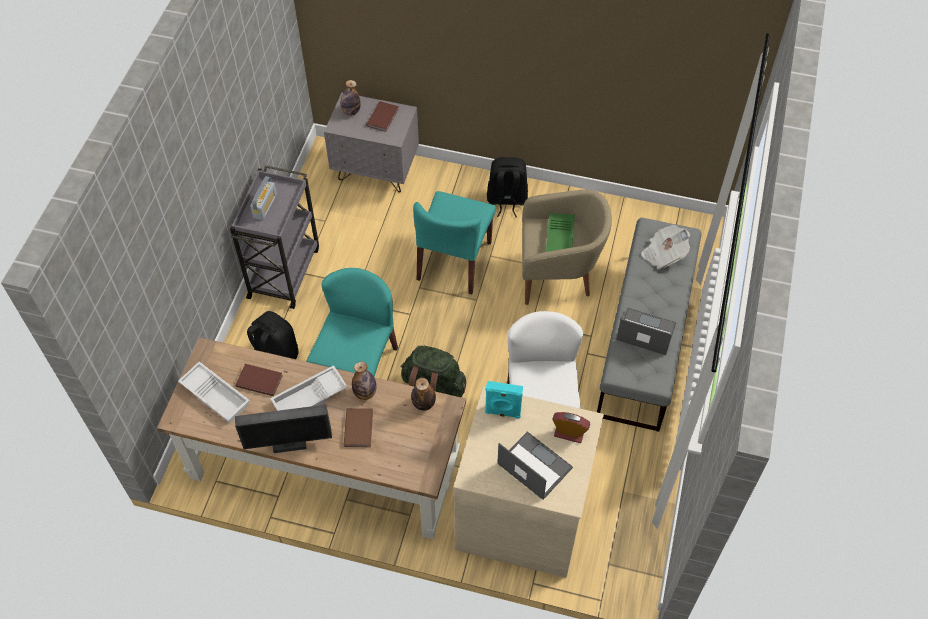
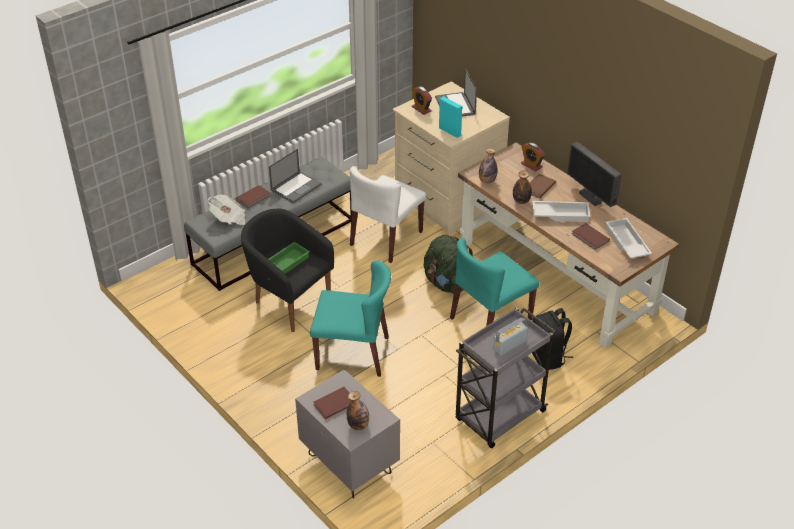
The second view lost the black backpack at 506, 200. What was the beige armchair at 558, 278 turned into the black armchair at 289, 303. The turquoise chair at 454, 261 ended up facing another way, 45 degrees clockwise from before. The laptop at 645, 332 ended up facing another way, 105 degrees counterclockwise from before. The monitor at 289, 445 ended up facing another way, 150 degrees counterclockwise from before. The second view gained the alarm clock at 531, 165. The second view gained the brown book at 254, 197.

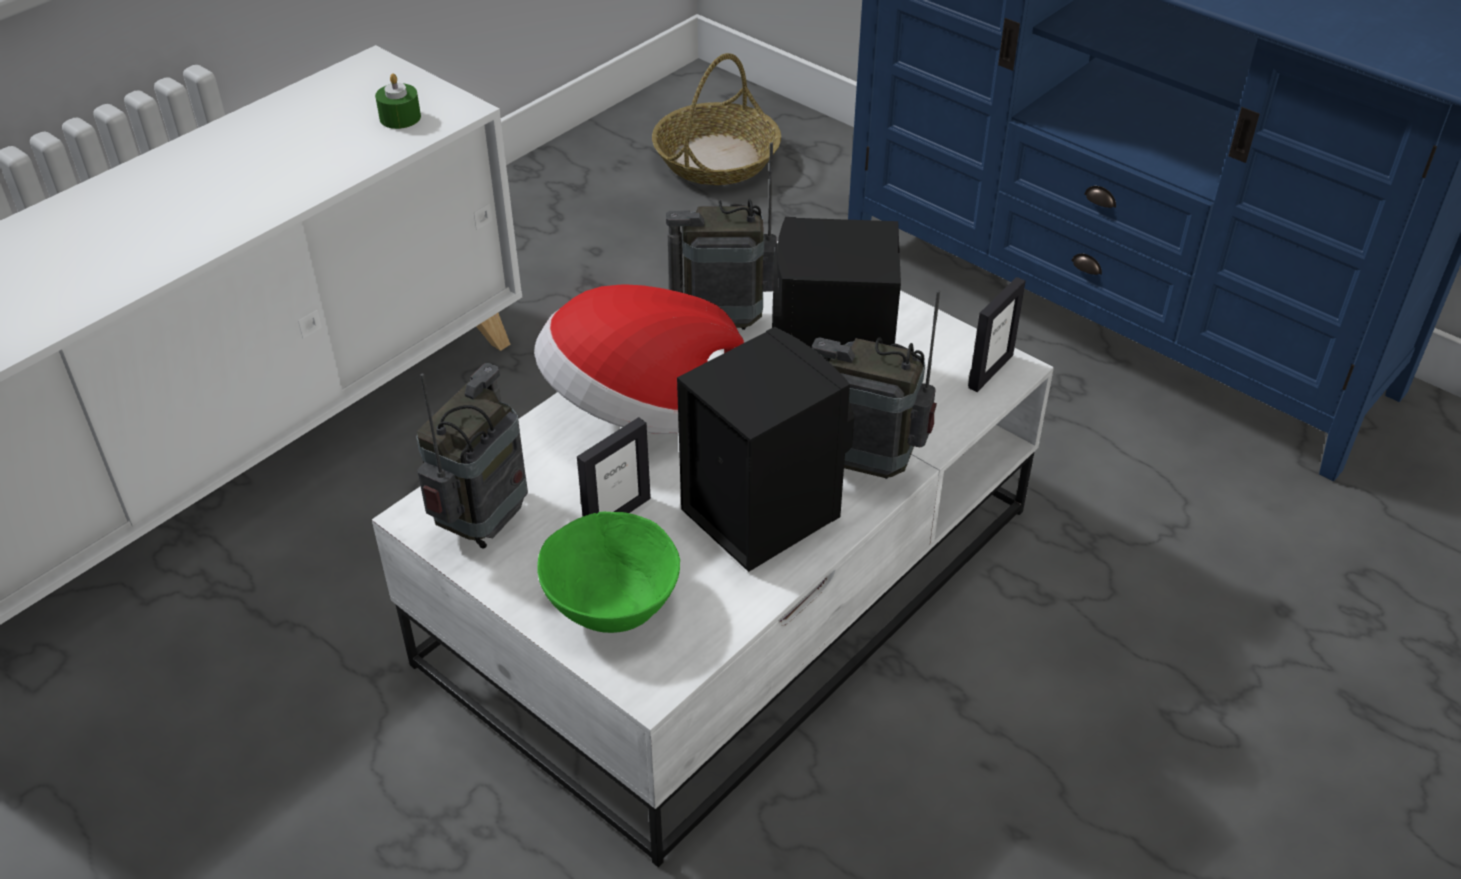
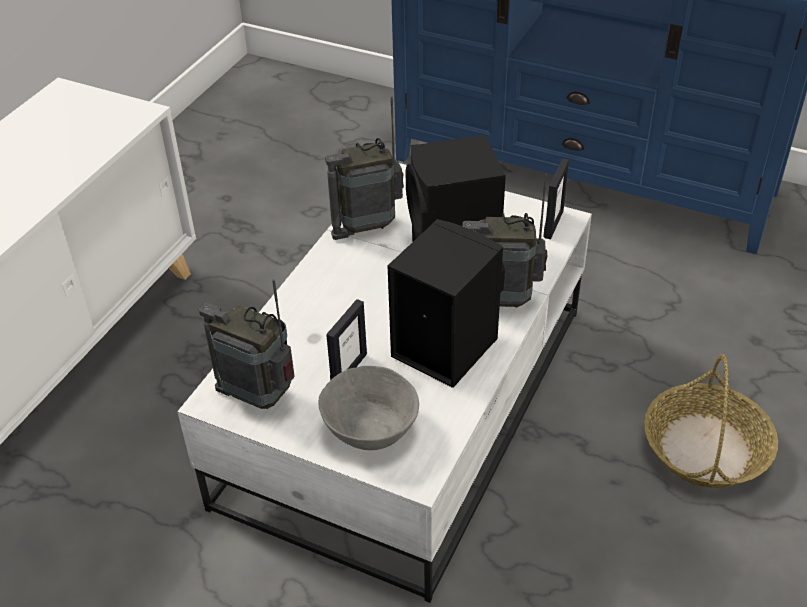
The basket ended up elsewhere, having gone from 716, 159 to 706, 449. The second view lost the green candle at 400, 117. The second view lost the hat at 637, 407. The radio at 483, 524 ended up facing another way, 75 degrees counterclockwise from before. What was the green bowl at 613, 603 turned into the grey bowl at 371, 429.

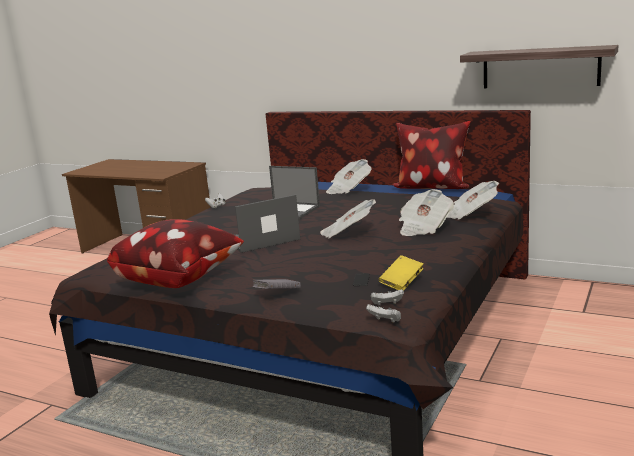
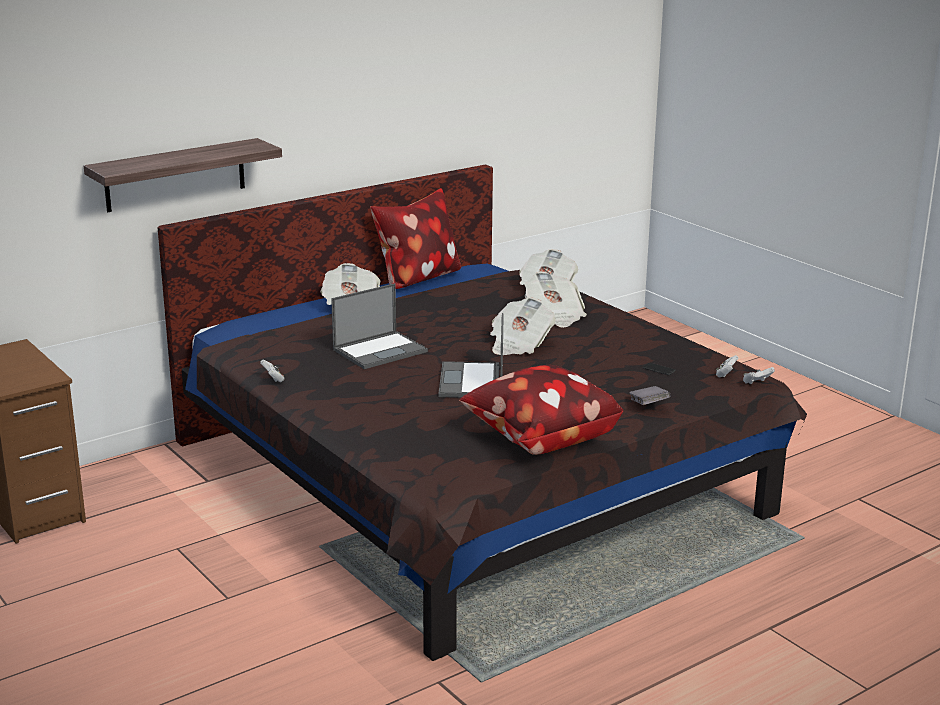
The shelf ended up elsewhere, having gone from 540, 67 to 175, 175. The second view lost the yellow book at 402, 283.

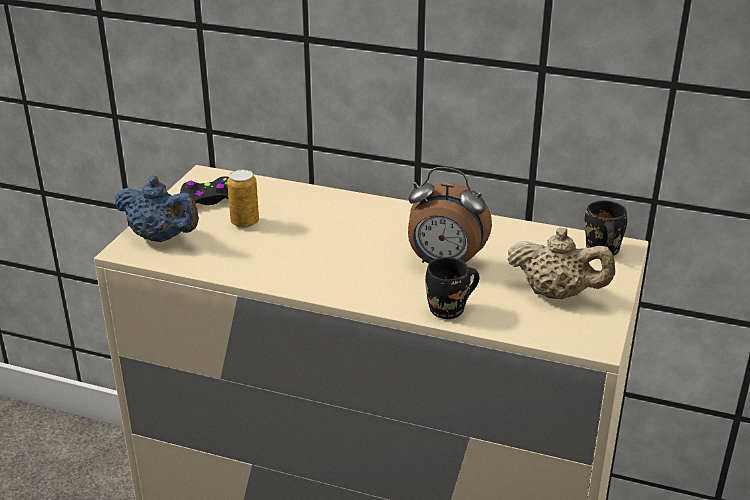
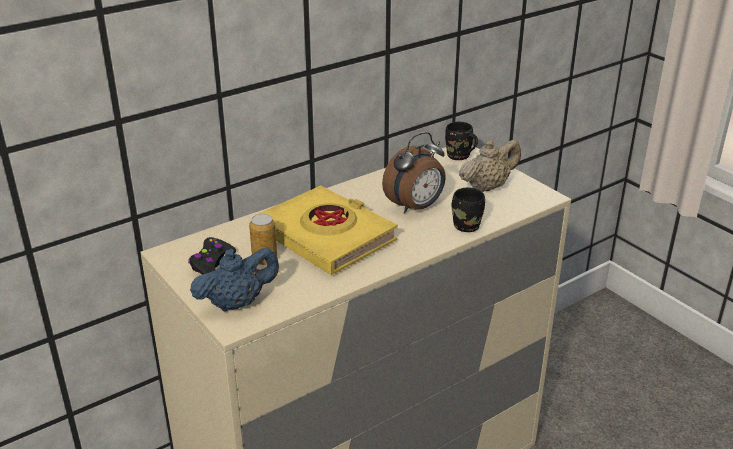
The second view gained the yellow book at 326, 236.

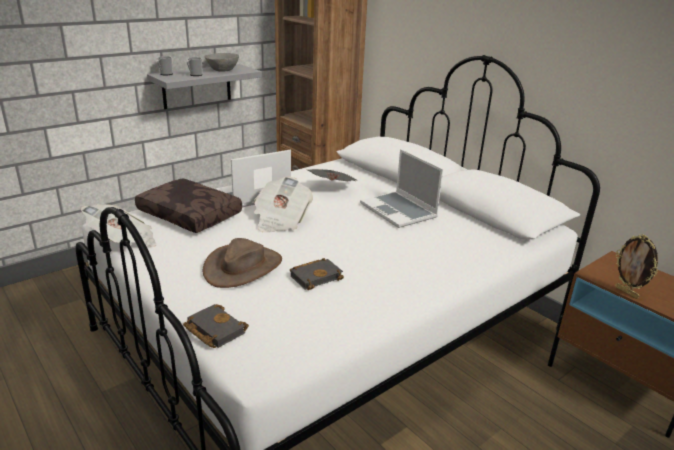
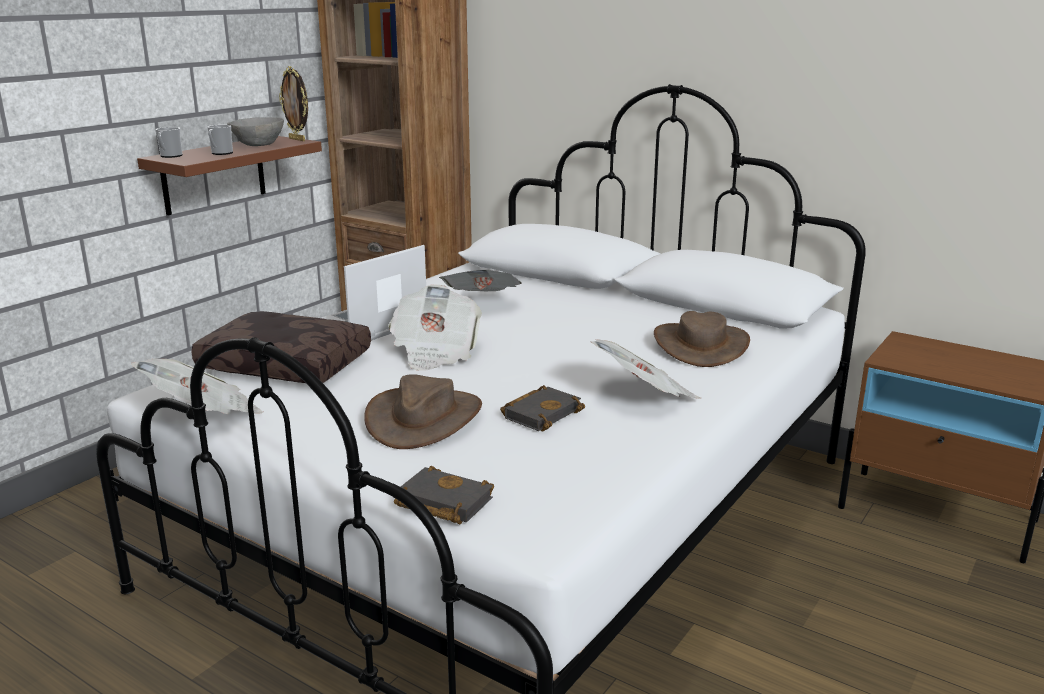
What was the grey shelf at 197, 86 turned into the brown shelf at 214, 175. The second view lost the laptop at 399, 211. The picture frame ended up elsewhere, having gone from 627, 292 to 298, 139. The second view gained the brown hat at 700, 345. The second view gained the newspaper at 644, 396.

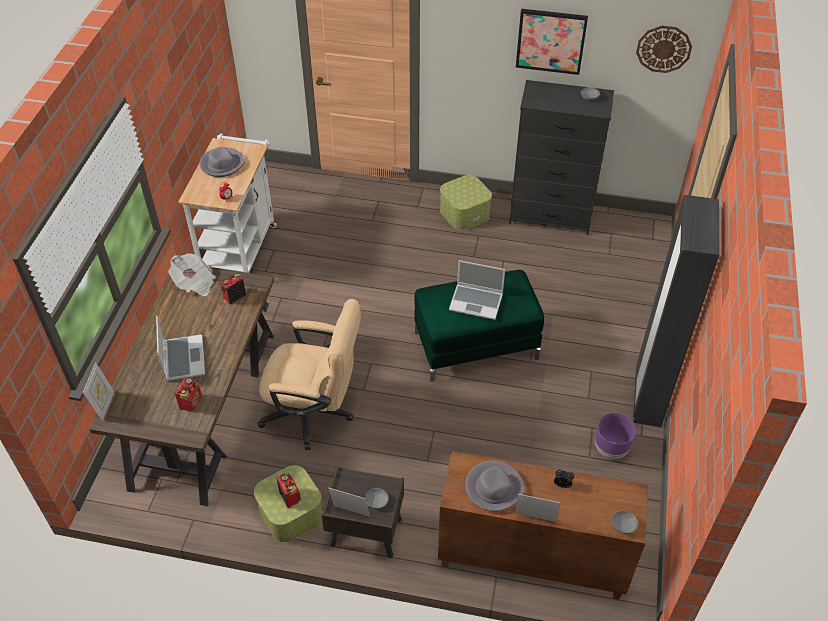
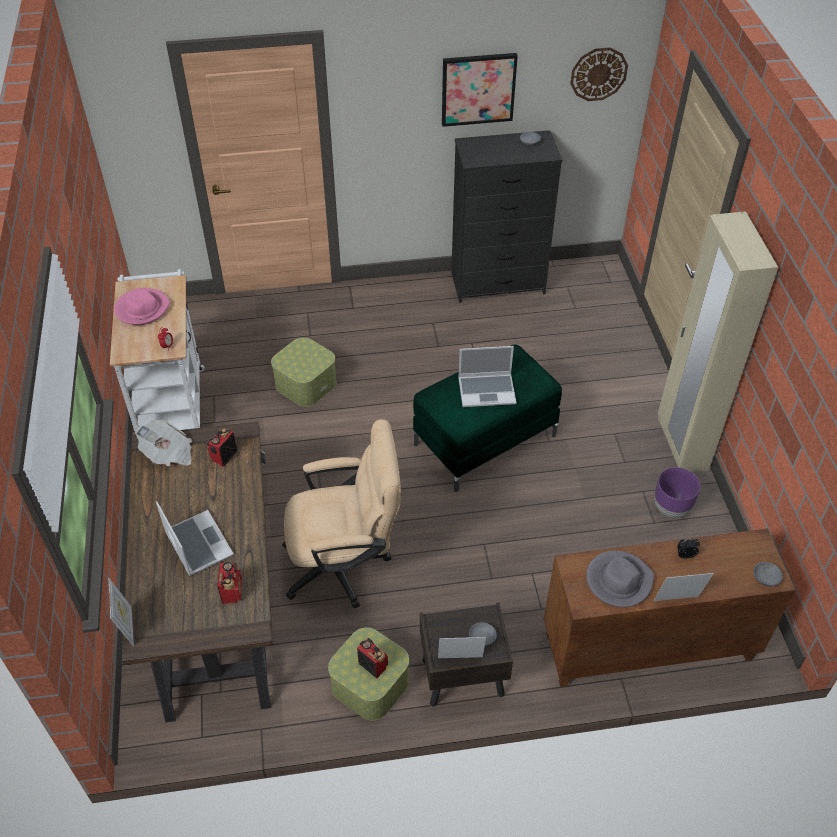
What was the grey hat at 222, 164 turned into the pink hat at 142, 309. The storage box ended up elsewhere, having gone from 464, 213 to 306, 383. What was the black wardrobe at 647, 397 turned into the beige wardrobe at 681, 444.

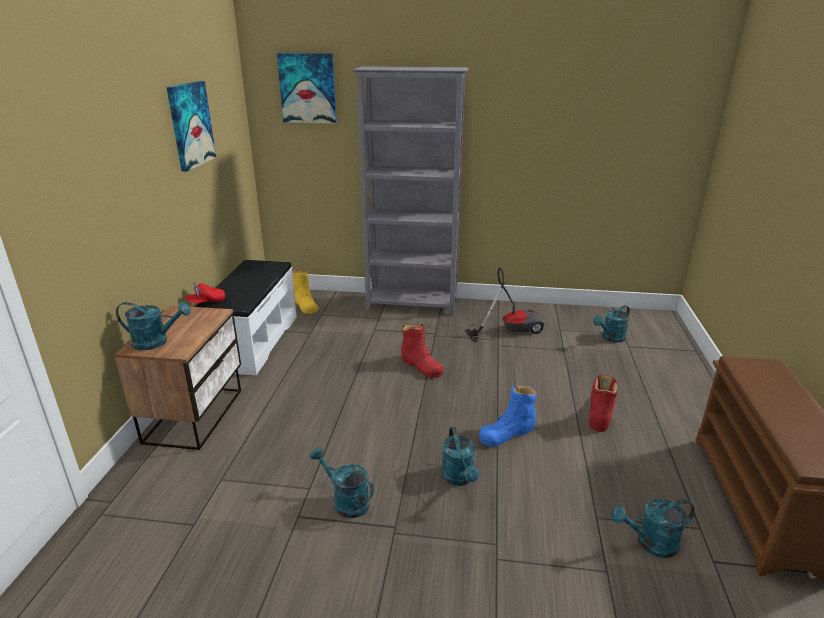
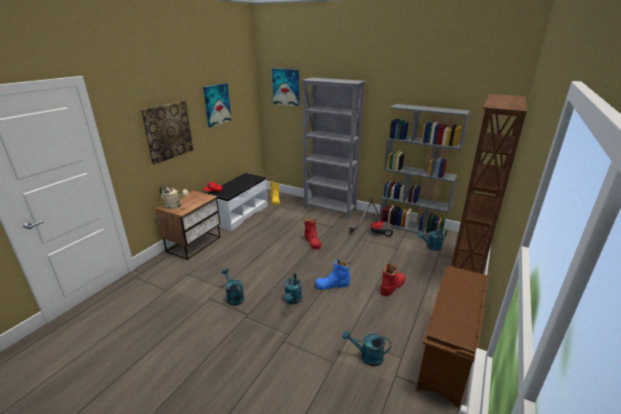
What was the turquoise watering can at 156, 342 turned into the beige watering can at 175, 206. The second view gained the brown bookcase at 465, 269. The second view gained the picture at 168, 131. The second view gained the grey bookcase at 412, 227.

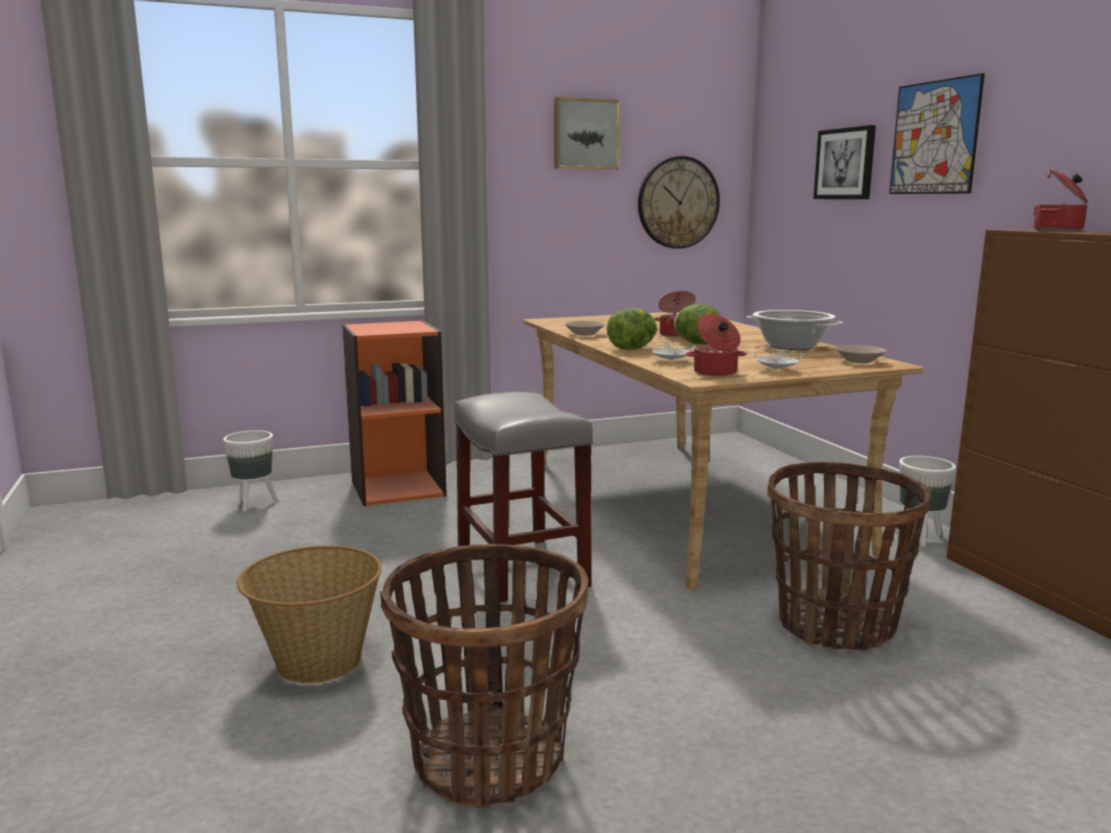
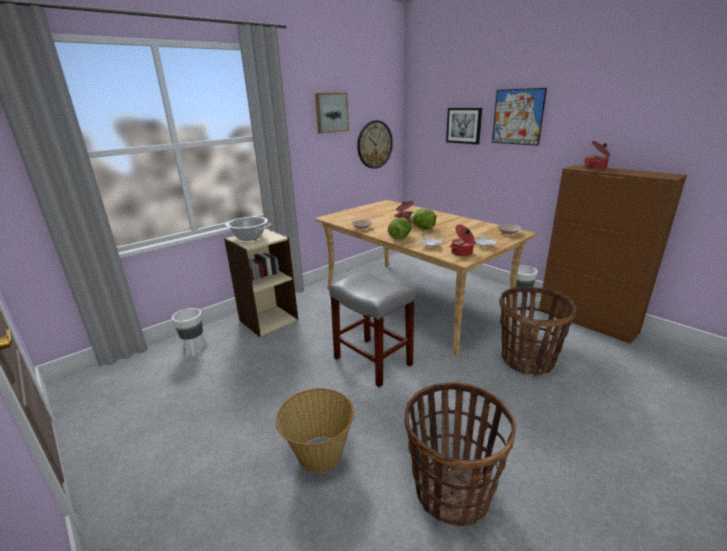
The cooking pot ended up elsewhere, having gone from 792, 346 to 249, 237. What was the orange bookcase at 397, 488 turned into the beige bookcase at 268, 320.

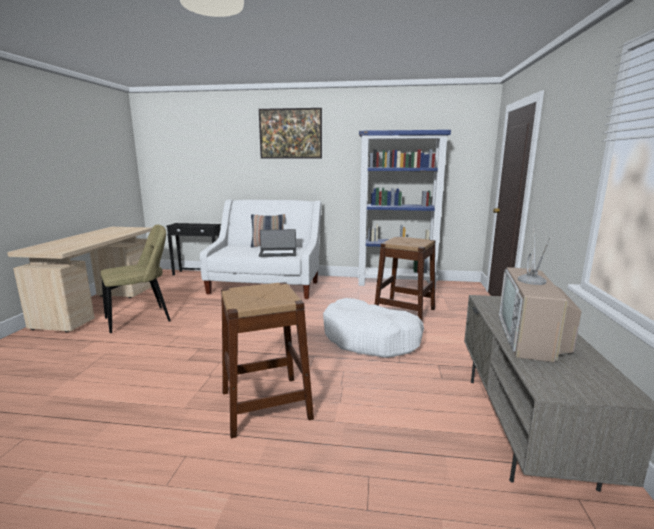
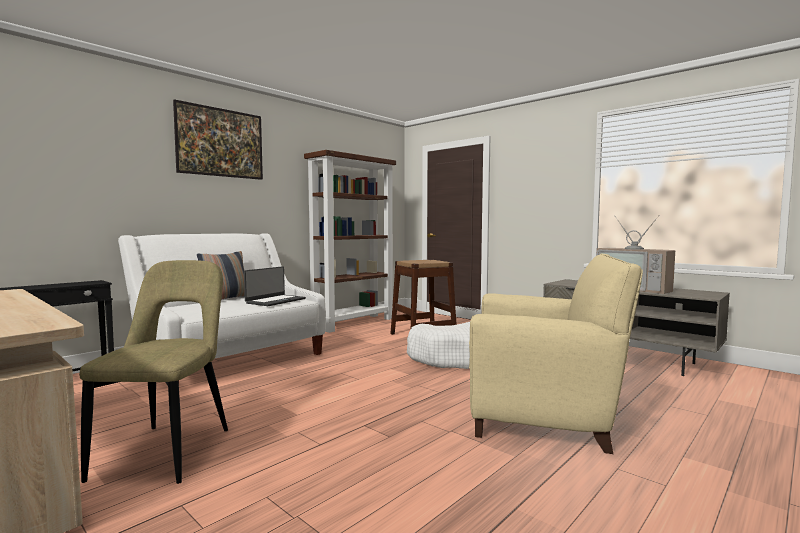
What was the blue bookcase at 396, 283 turned into the brown bookcase at 353, 323. Where the brown stool stood at 265, 404, the beige armchair came to stand at 543, 417.

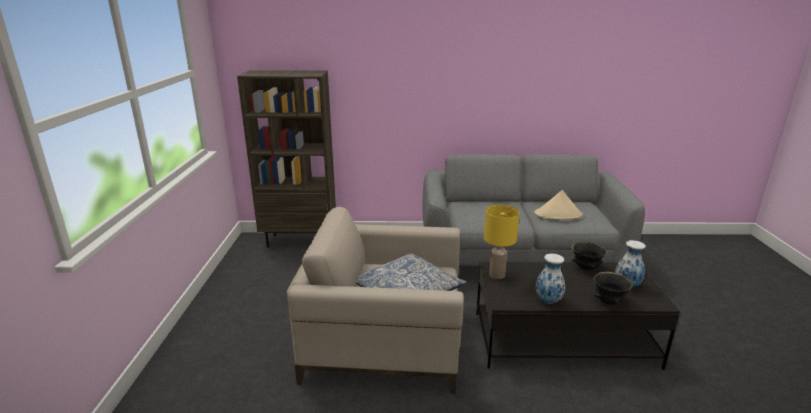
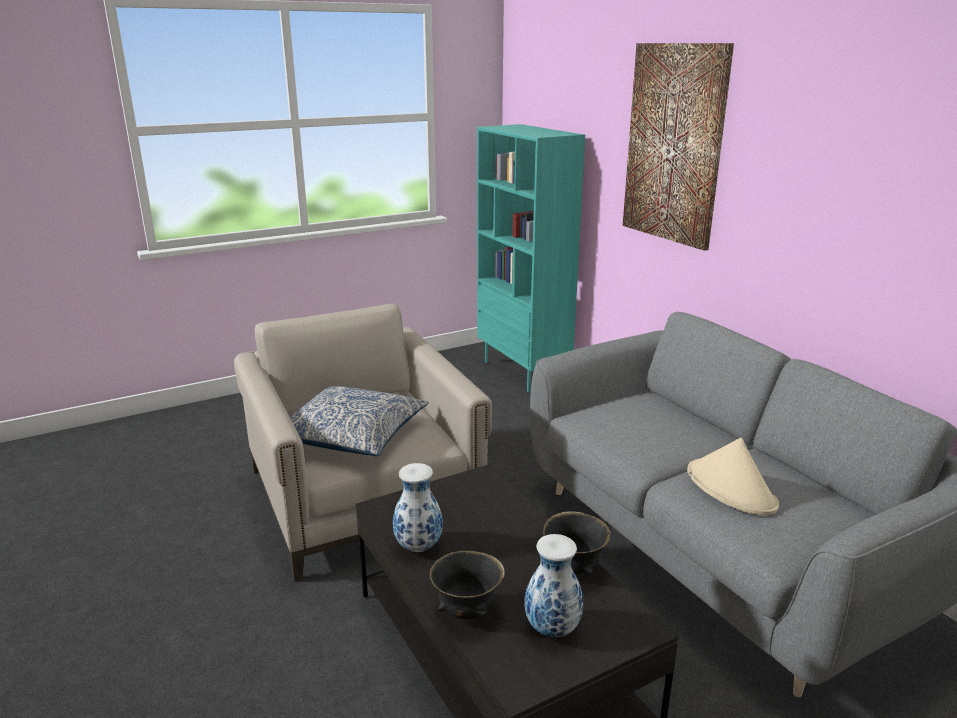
What was the brown bookcase at 300, 240 turned into the turquoise bookcase at 523, 372. The second view lost the yellow table lamp at 497, 275. The second view gained the picture at 674, 144.

